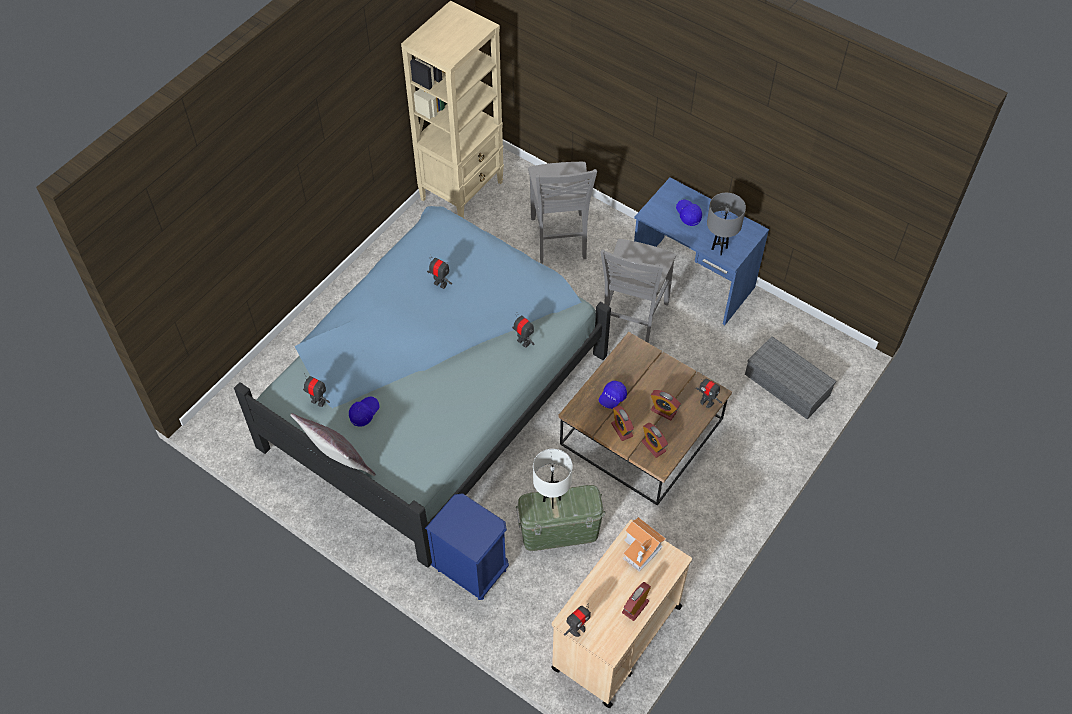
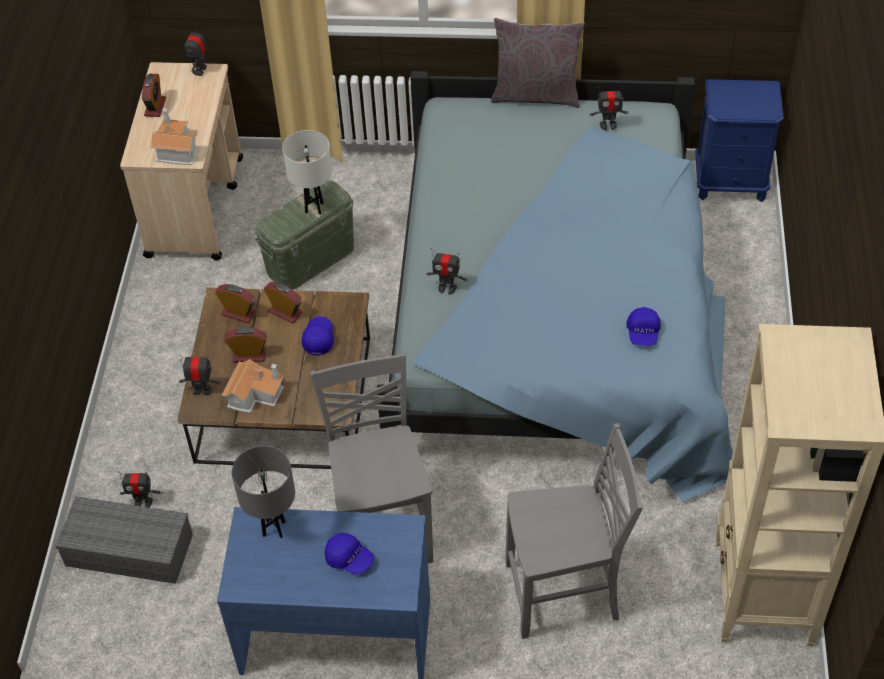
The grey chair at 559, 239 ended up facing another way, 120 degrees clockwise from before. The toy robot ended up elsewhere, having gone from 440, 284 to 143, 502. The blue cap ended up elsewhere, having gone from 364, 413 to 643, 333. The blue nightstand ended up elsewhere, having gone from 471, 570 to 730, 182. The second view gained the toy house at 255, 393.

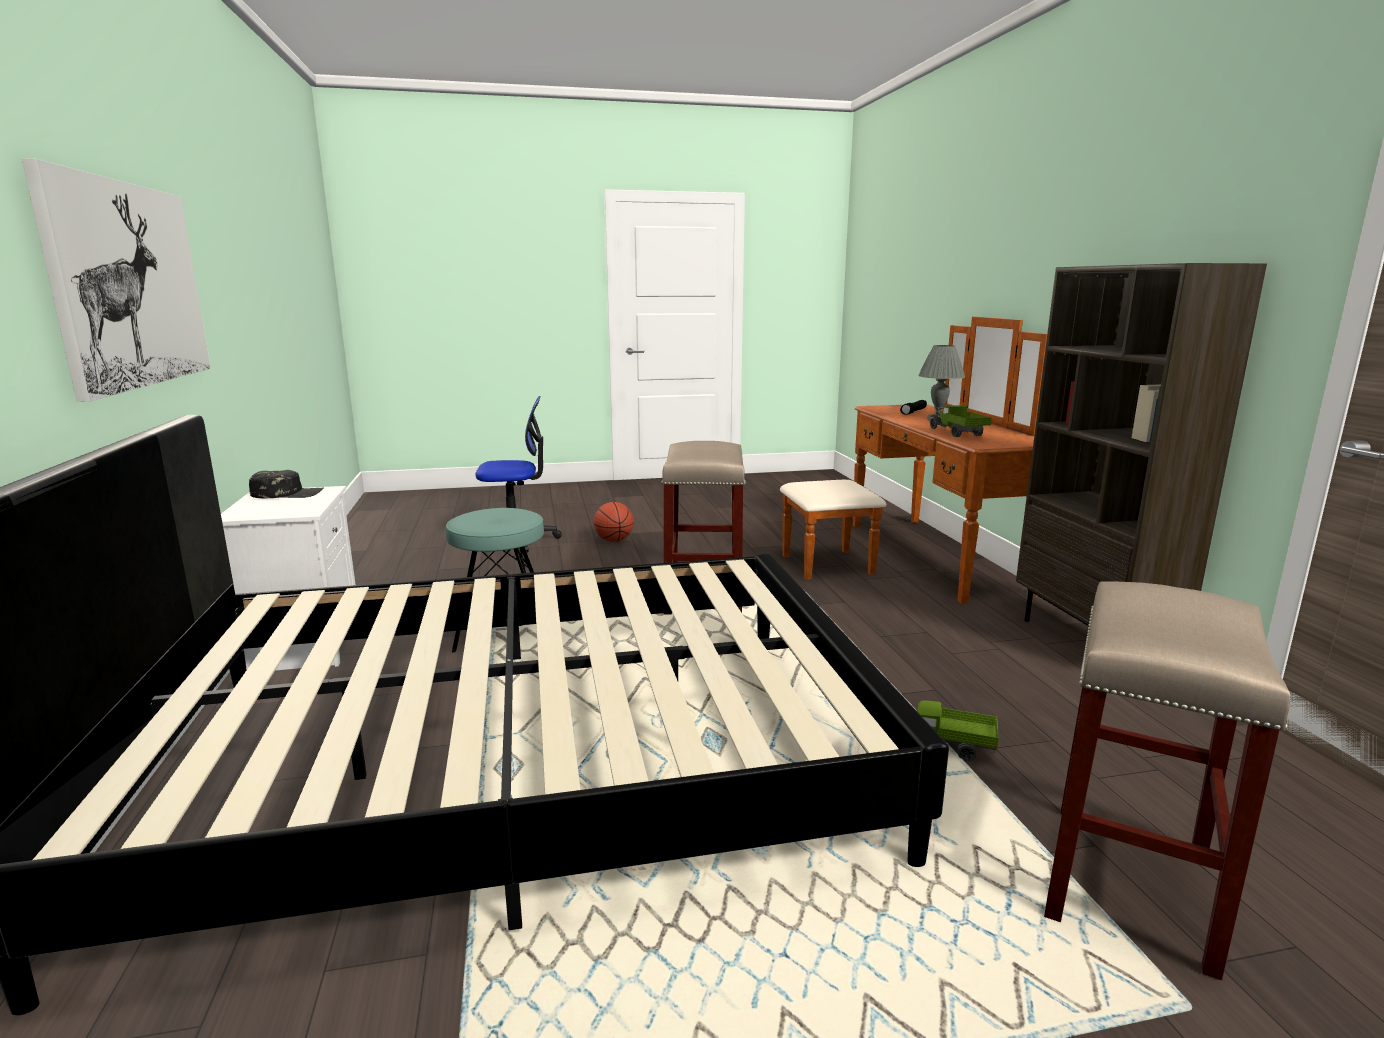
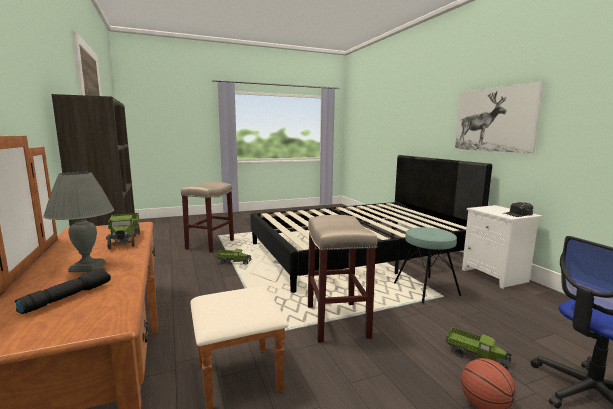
The second view gained the toy truck at 476, 356.

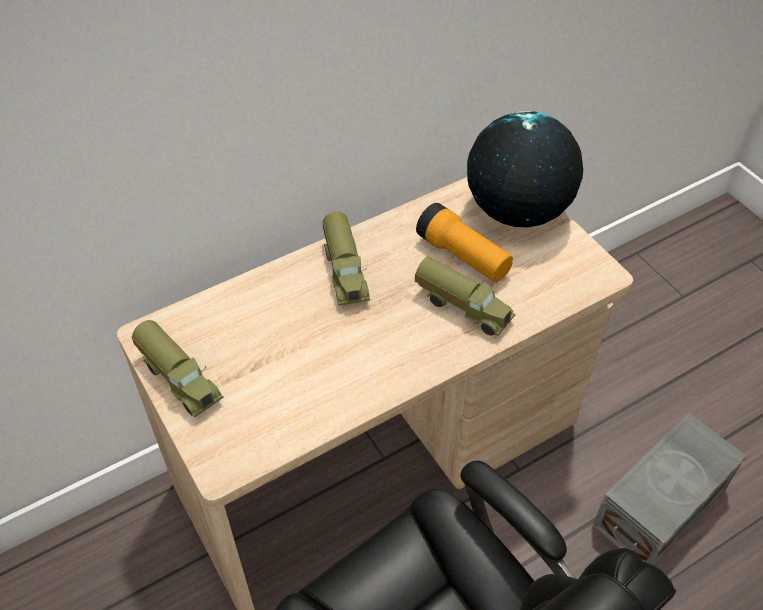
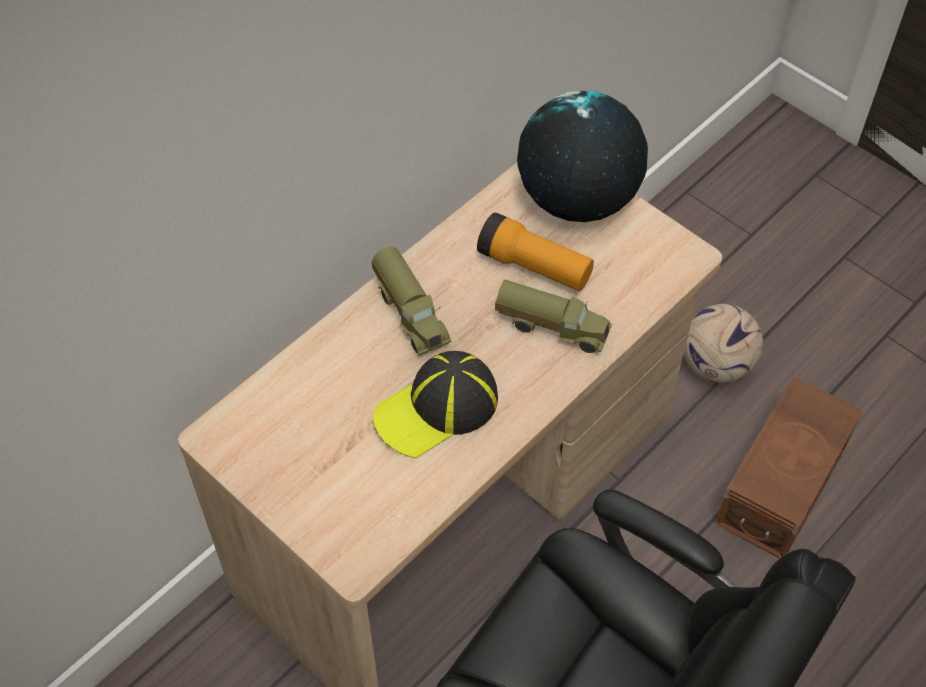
The second view lost the toy truck at 180, 379. What was the grey storage box at 663, 507 turned into the brown storage box at 784, 485. The second view gained the football at 715, 365. The second view gained the cap at 437, 408.

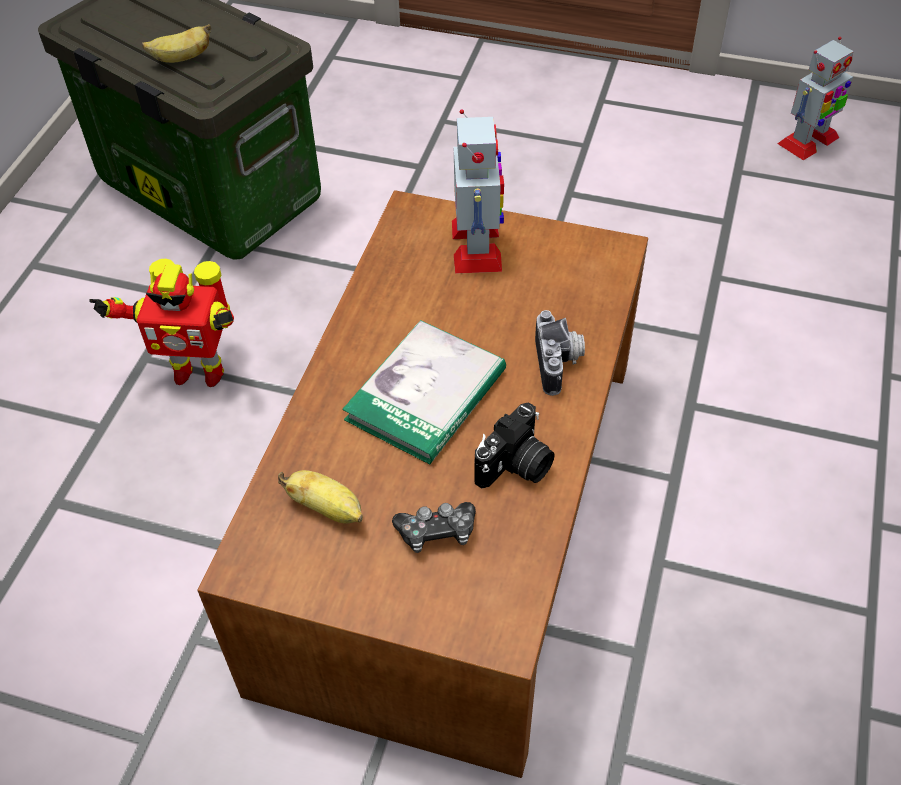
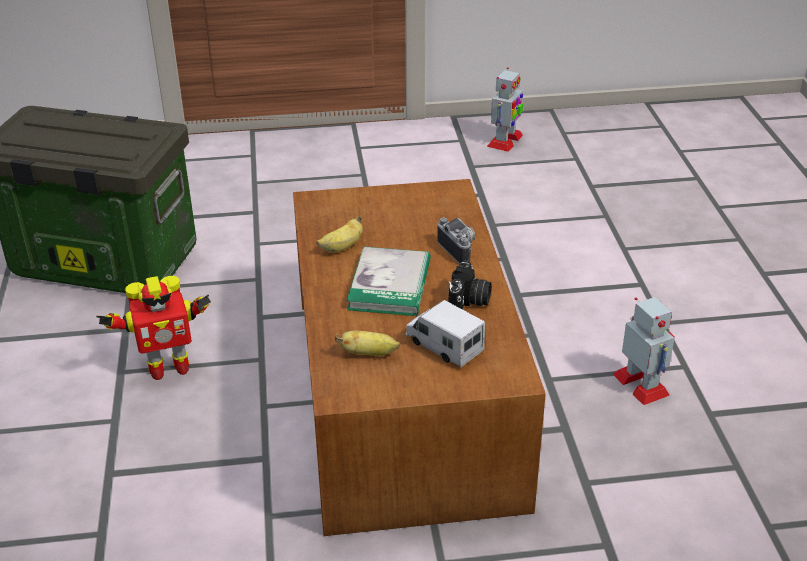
The banana ended up elsewhere, having gone from 181, 59 to 342, 247. The toy robot ended up elsewhere, having gone from 477, 246 to 641, 385. Where the game controller stood at 437, 532, the toy truck came to stand at 444, 345.

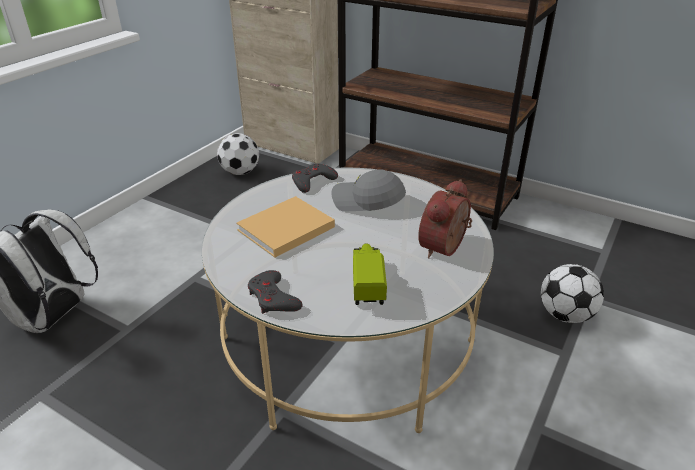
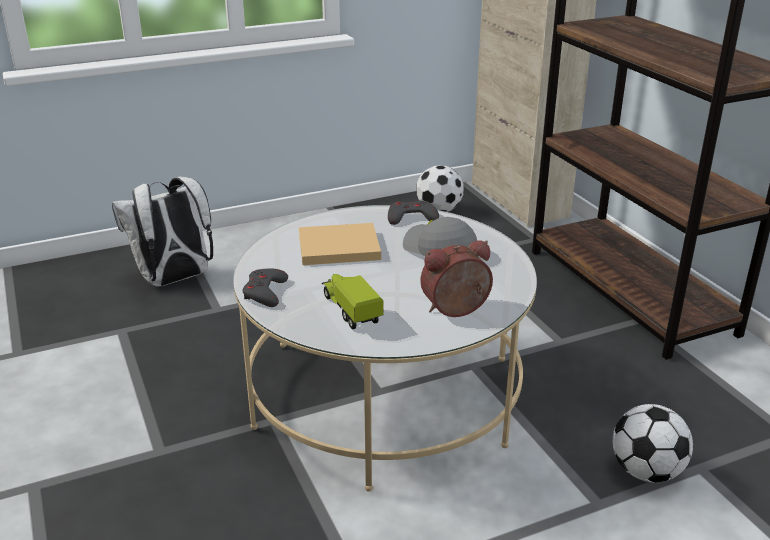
The toy truck at 367, 283 ended up facing another way, 60 degrees counterclockwise from before.

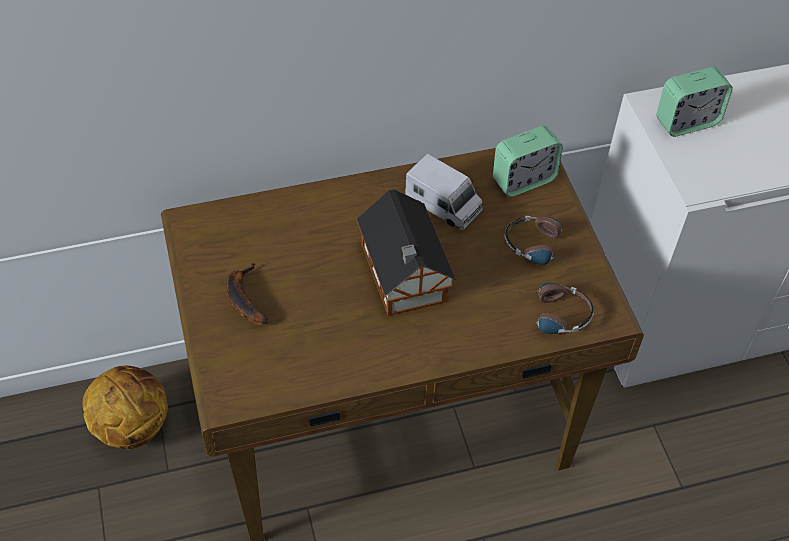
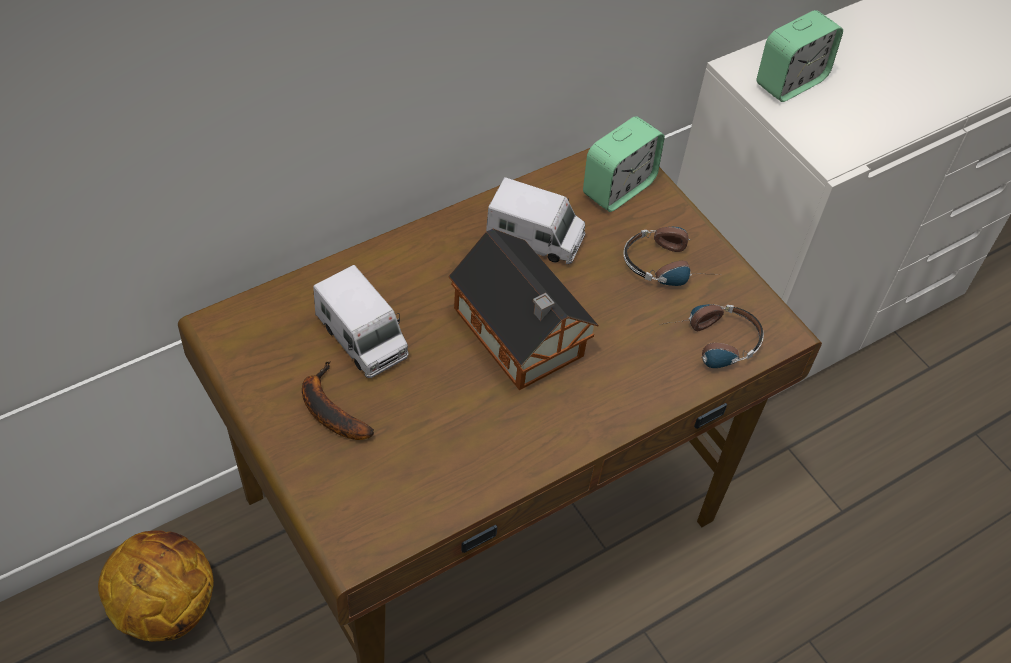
The second view gained the toy truck at 362, 338.

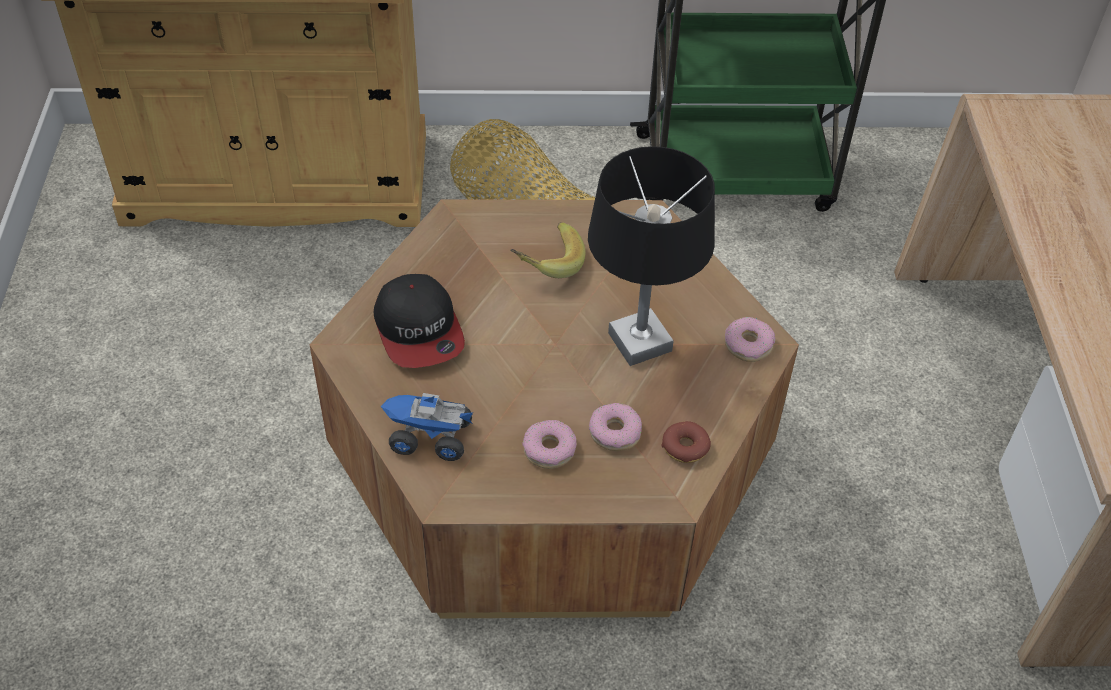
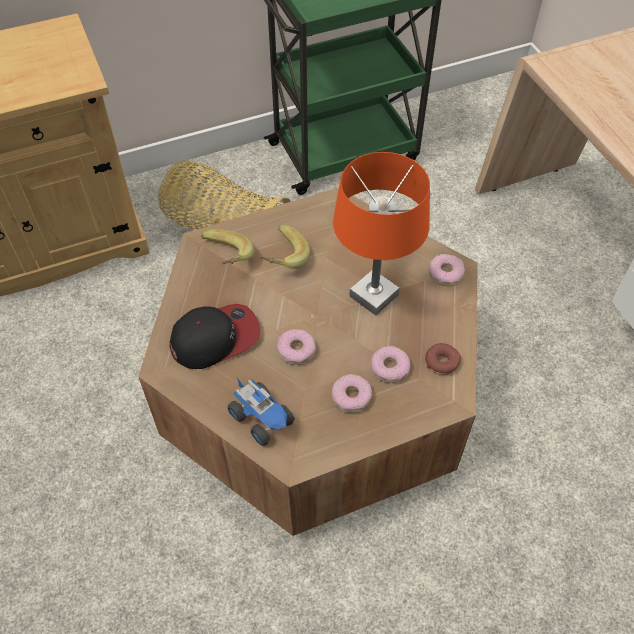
What was the black table lamp at 640, 343 turned into the orange table lamp at 374, 296. The cap at 419, 330 ended up facing another way, 75 degrees counterclockwise from before. The toy truck at 429, 438 ended up facing another way, 120 degrees counterclockwise from before. The second view gained the banana at 224, 259. The second view gained the donut at 296, 350.

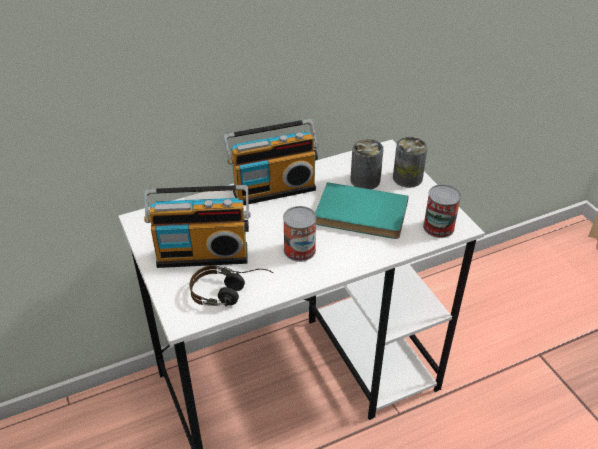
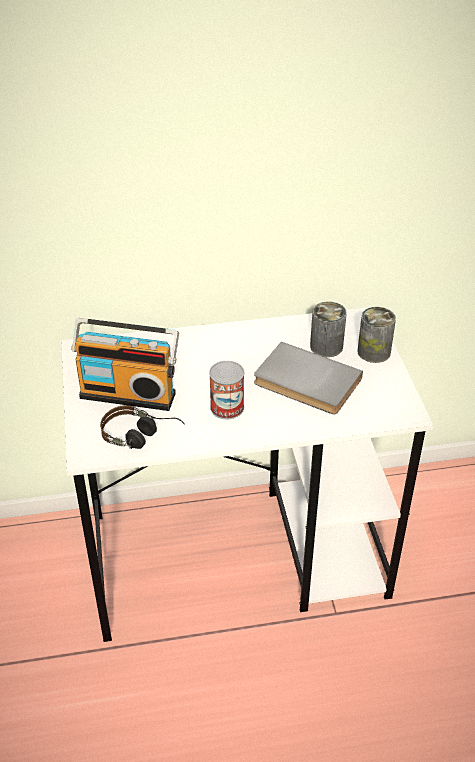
The second view lost the radio at 273, 189. What was the turquoise book at 360, 215 turned into the grey book at 305, 383. The second view lost the can at 438, 227.

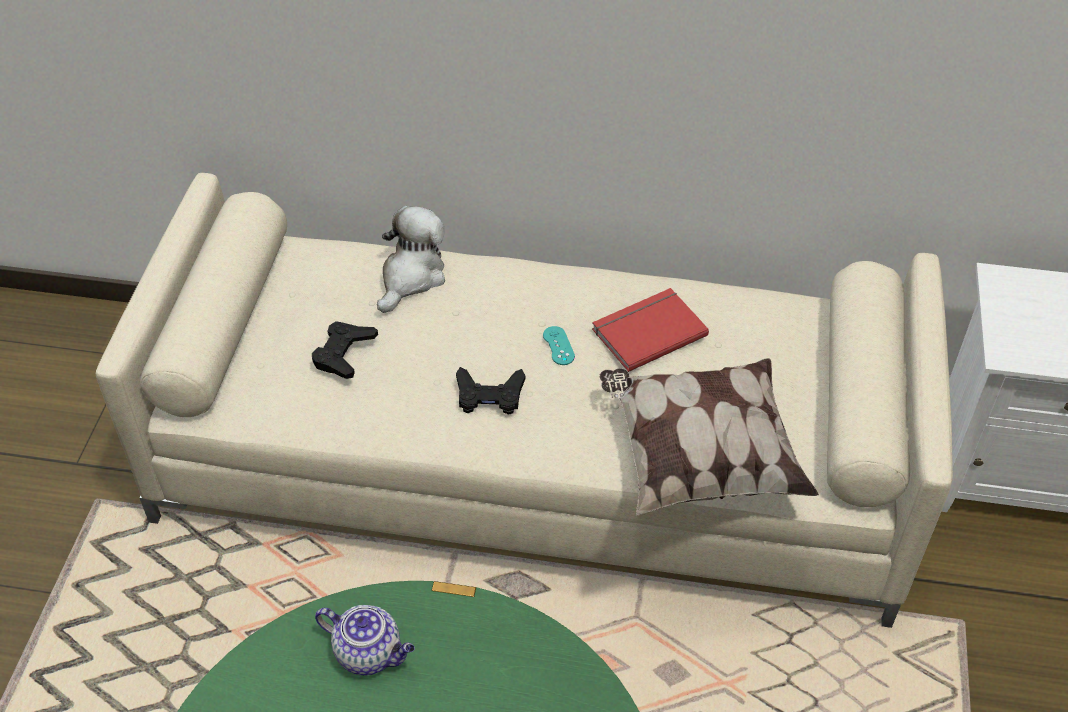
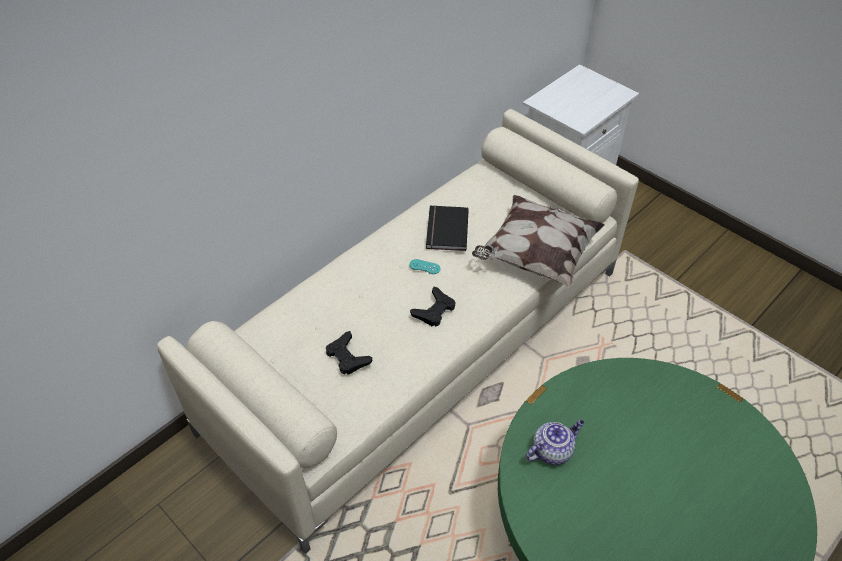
The second view lost the plush toy at 411, 277. What was the red book at 647, 331 turned into the black book at 445, 230.

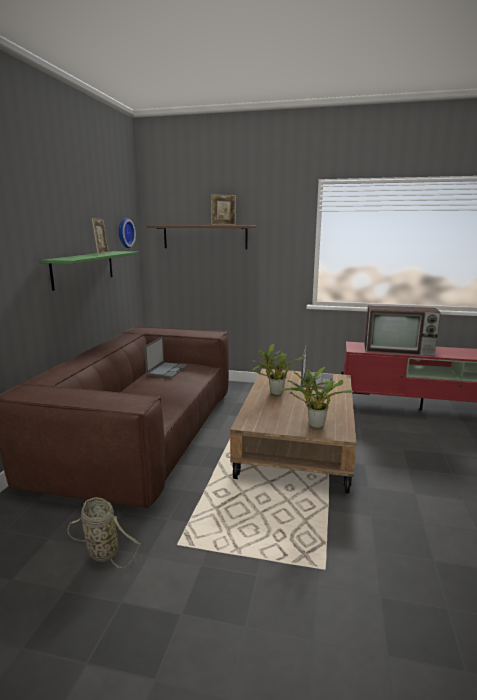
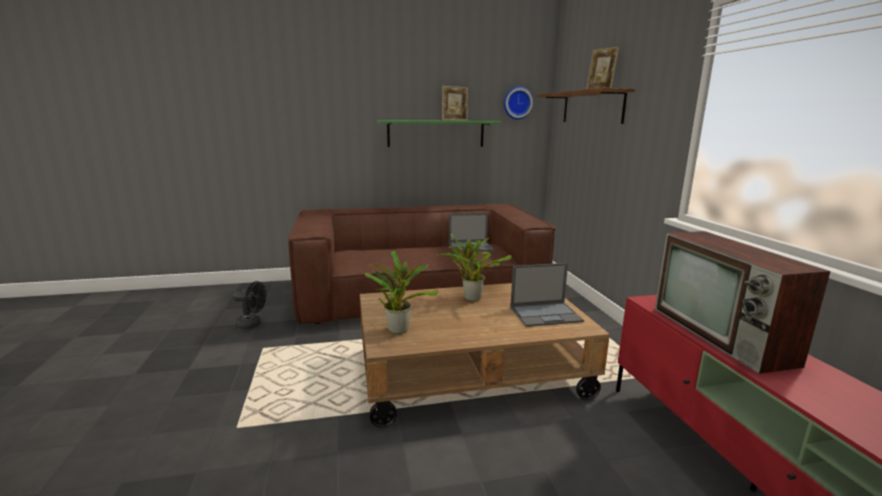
Where the basket stood at 101, 551, the black fan came to stand at 252, 325.

